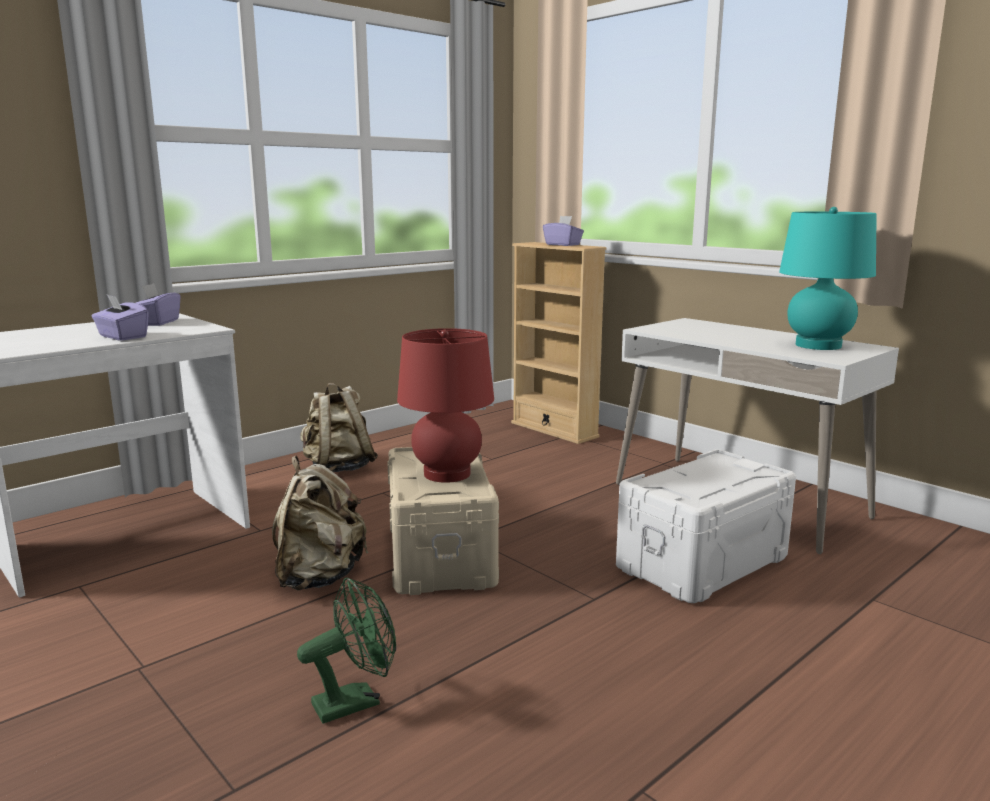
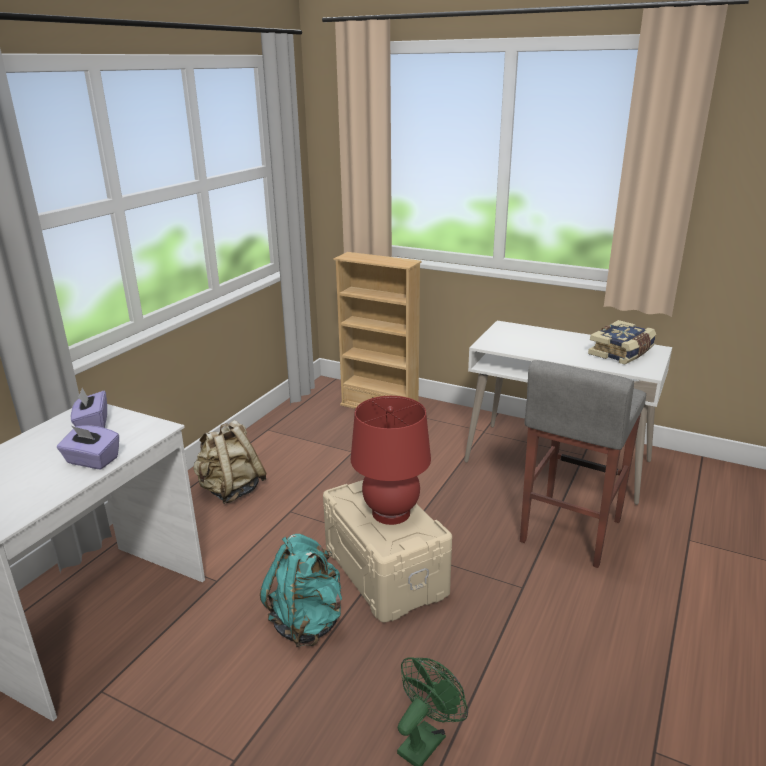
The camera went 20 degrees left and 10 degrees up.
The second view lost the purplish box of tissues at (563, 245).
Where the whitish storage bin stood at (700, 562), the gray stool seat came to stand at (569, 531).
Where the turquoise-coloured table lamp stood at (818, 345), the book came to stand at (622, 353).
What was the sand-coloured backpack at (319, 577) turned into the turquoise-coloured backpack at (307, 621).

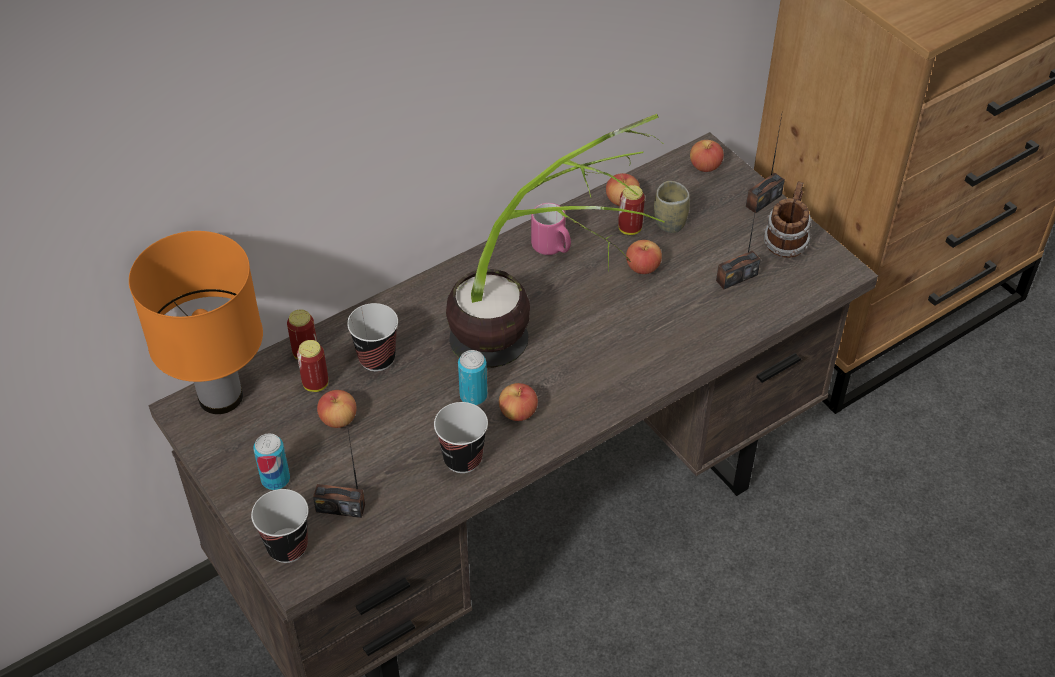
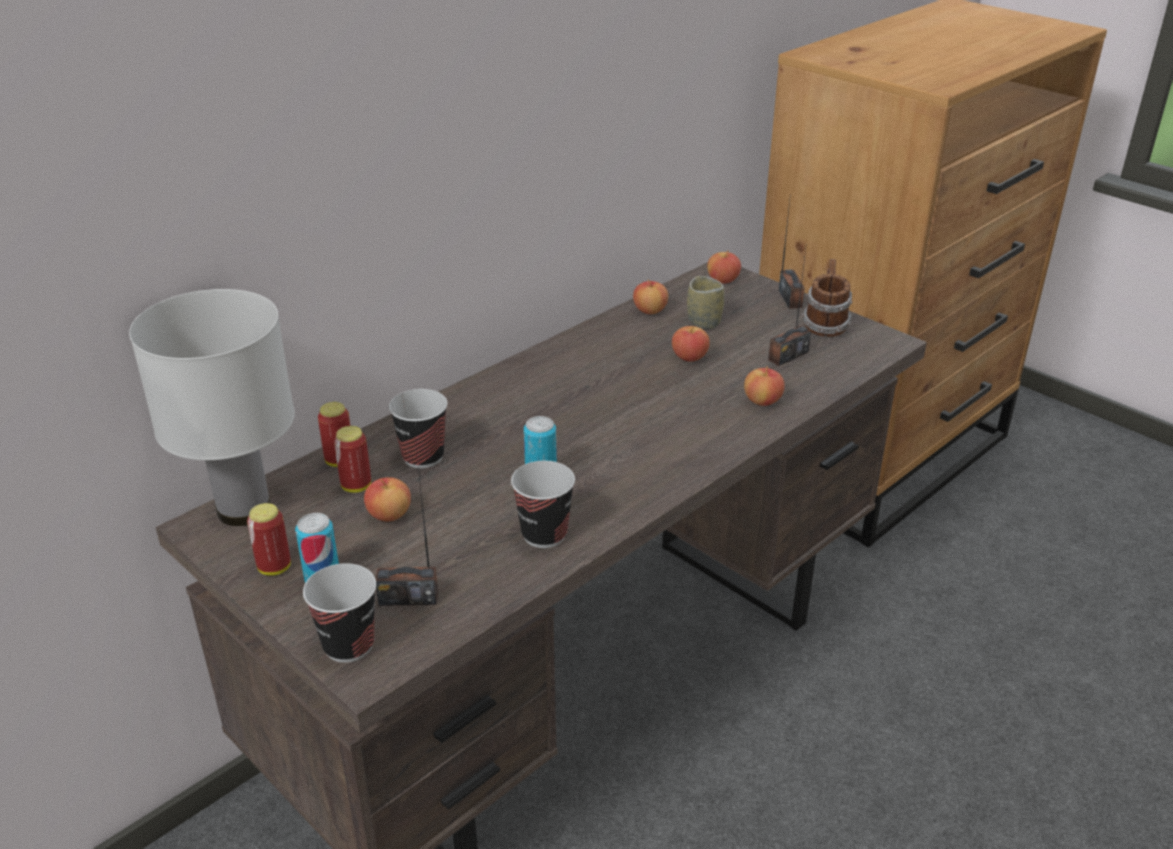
The camera went 10 degrees left and 15 degrees down.
The second view lost the potted plant at (537, 336).
The second view lost the pinkish coffee mug at (552, 248).
The apple fruit ended up elsewhere, having gone from (518, 412) to (762, 401).
The sealed can ended up elsewhere, having gone from (629, 229) to (274, 568).
What was the orange-coloured table lamp at (221, 396) turned into the whitish table lamp at (245, 508).
The radio set at (763, 200) ended up facing another way, 45 degrees counterclockwise from before.

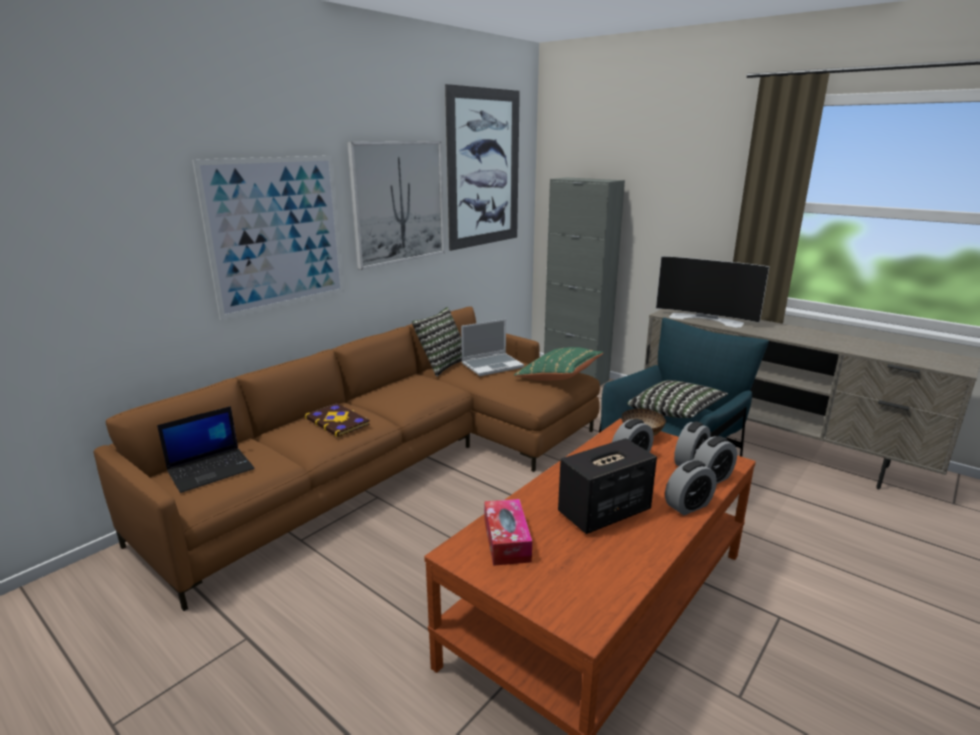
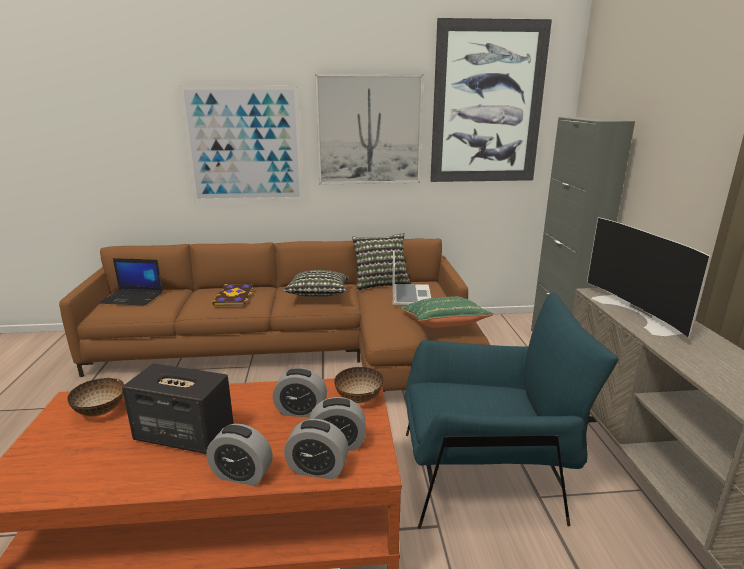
The camera went 45 degrees right and 0 degrees up.
The pillow ended up elsewhere, having gone from (675, 413) to (318, 296).
Where the box of tissues stood at (506, 540), the deep dish came to stand at (101, 411).
The laptop at (492, 365) ended up facing another way, 105 degrees counterclockwise from before.

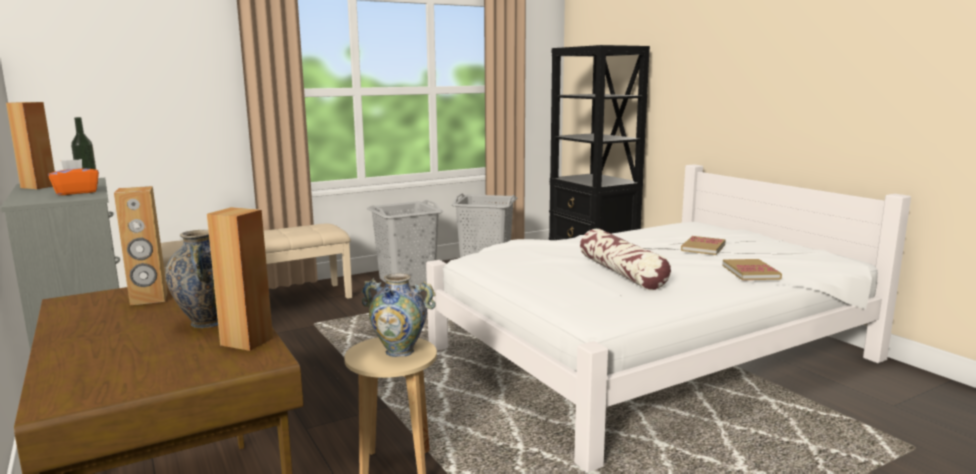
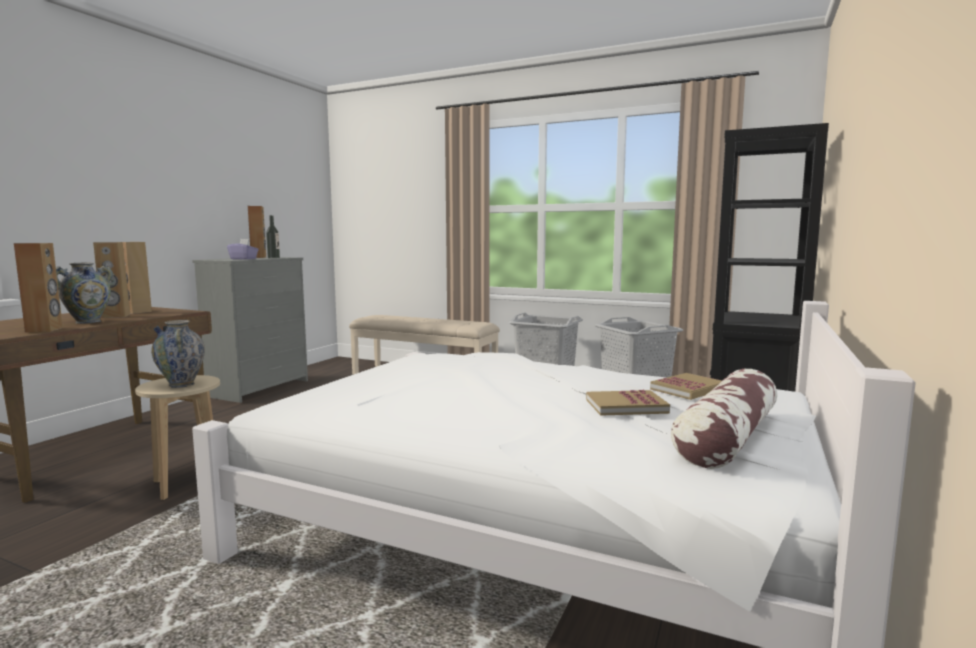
The camera went 55 degrees right and 5 degrees down.
The second view gained the brown audio speaker at (116, 316).
The pillow ended up elsewhere, having gone from (621, 273) to (727, 438).
The book ended up elsewhere, having gone from (750, 272) to (688, 389).
What was the orange-coloured box of tissues at (76, 192) turned into the purplish box of tissues at (243, 259).

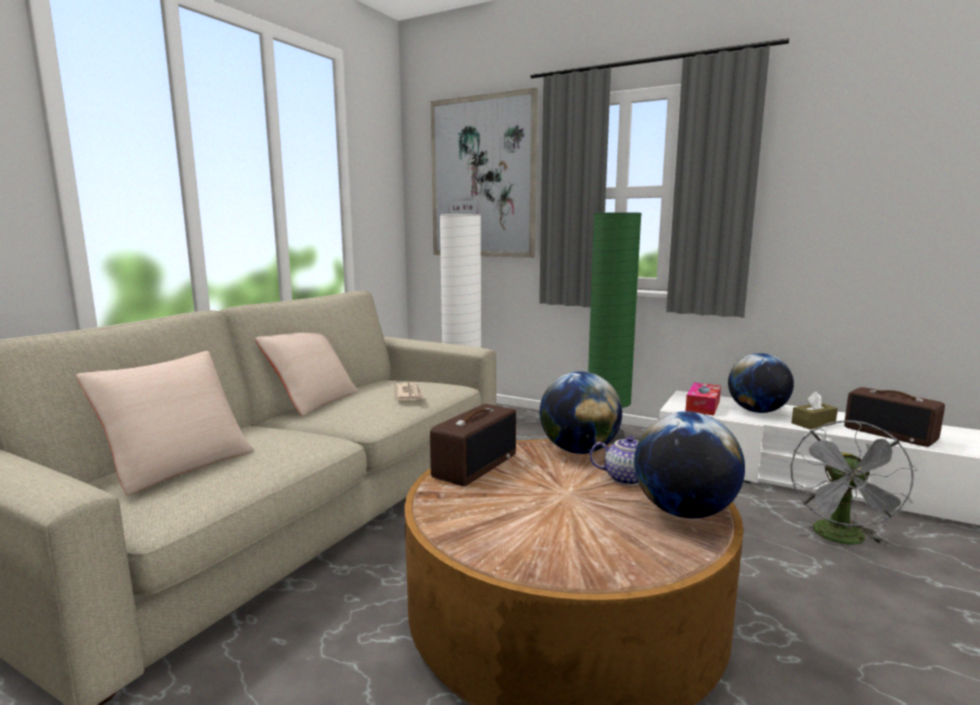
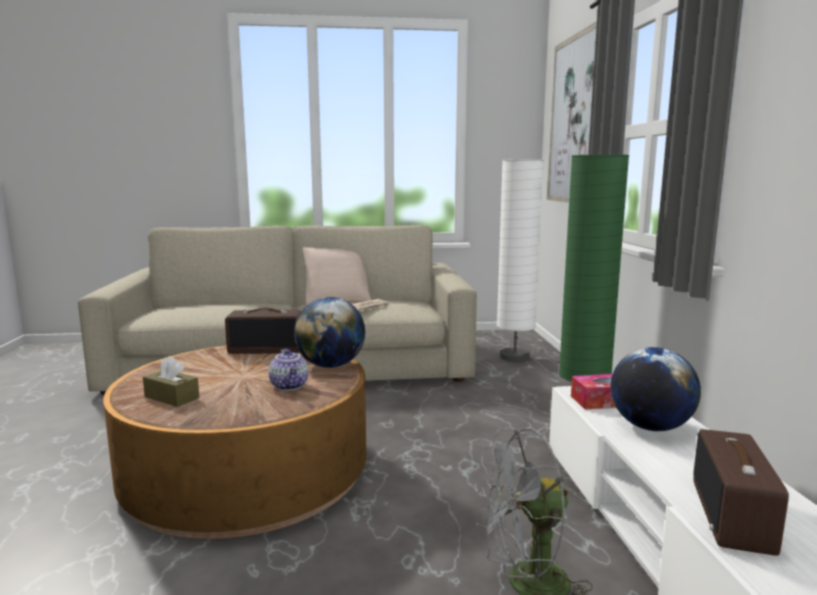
The camera went 55 degrees right and 0 degrees up.
The second view lost the sand-coloured pillow at (177, 463).
The second view lost the globe at (684, 512).
The brown box of tissues ended up elsewhere, having gone from (813, 423) to (172, 397).

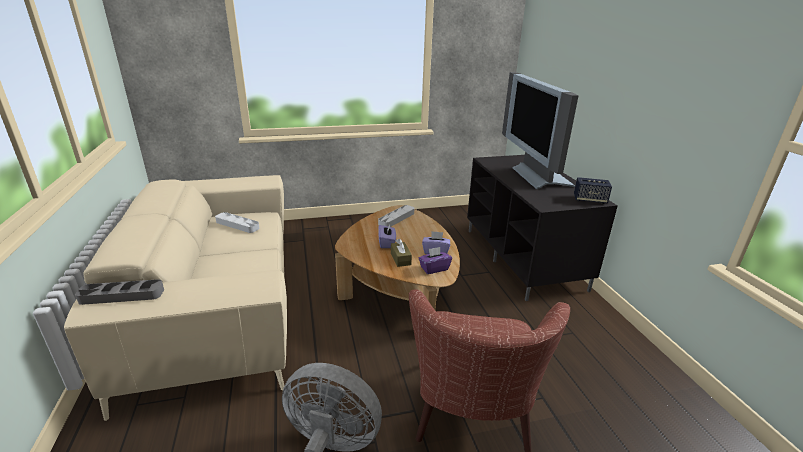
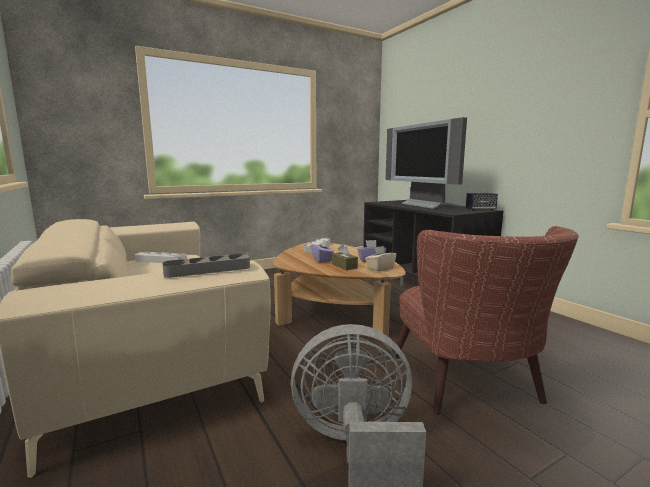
The camera went 15 degrees left and 15 degrees down.
The gray serving tray ended up elsewhere, having gone from (122, 295) to (208, 270).
What was the purplish box of tissues at (434, 268) turned into the sand-coloured box of tissues at (380, 268).

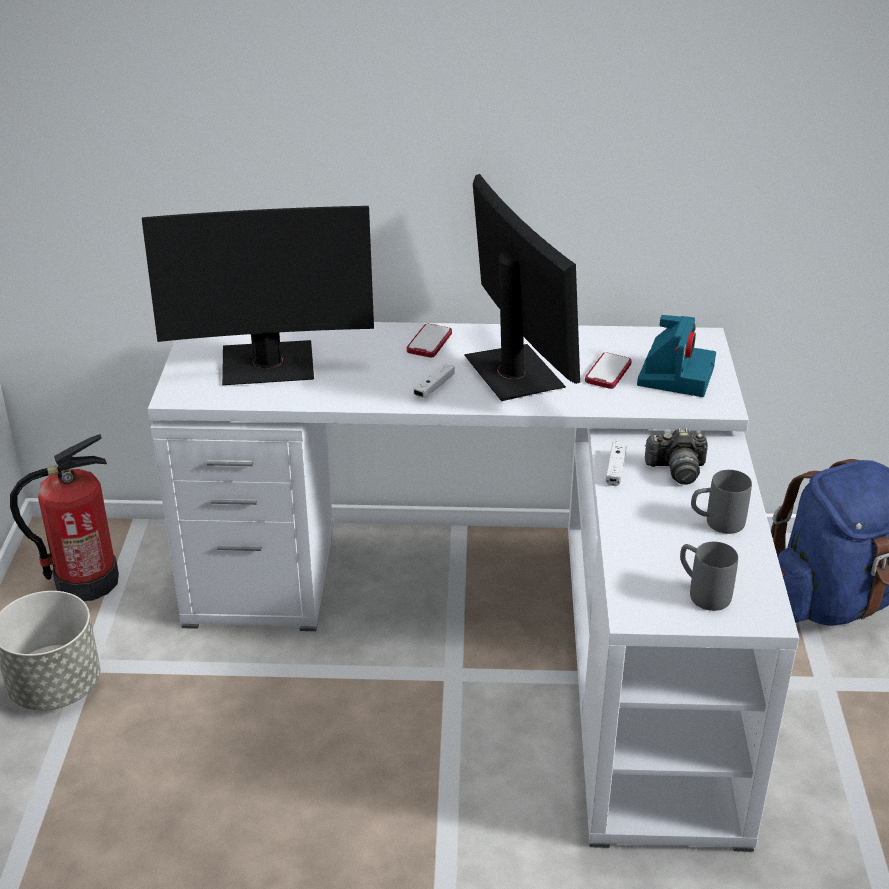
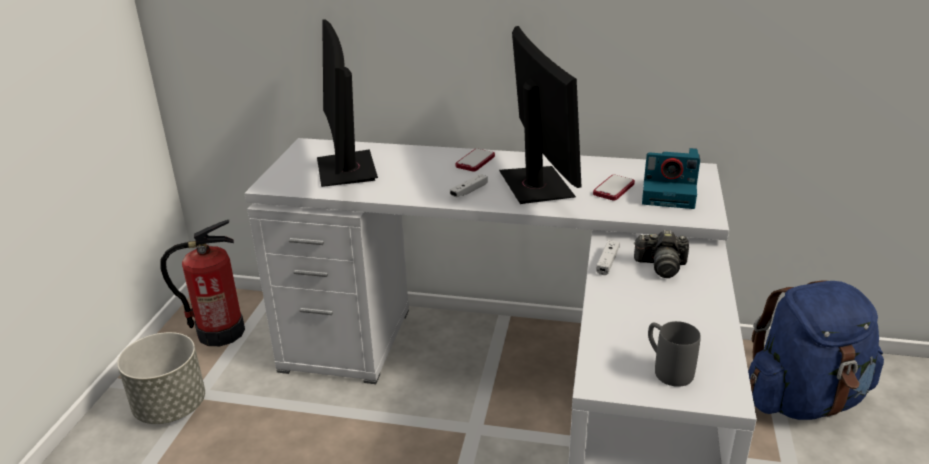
The camera went 10 degrees right and 5 degrees down.
The second view lost the gray coffee mug at (716, 523).
The monitor at (268, 365) ended up facing another way, 75 degrees clockwise from before.
The still camera at (675, 375) ended up facing another way, 75 degrees clockwise from before.

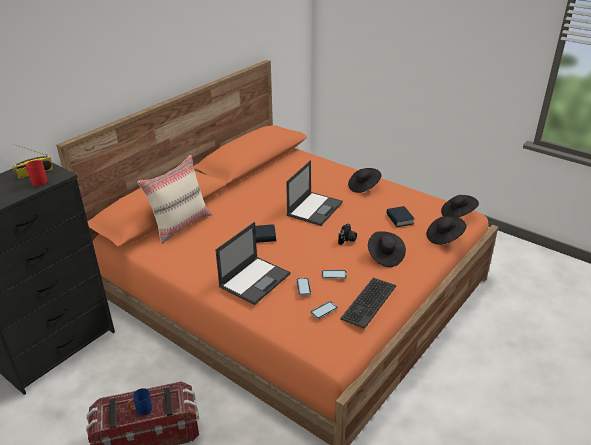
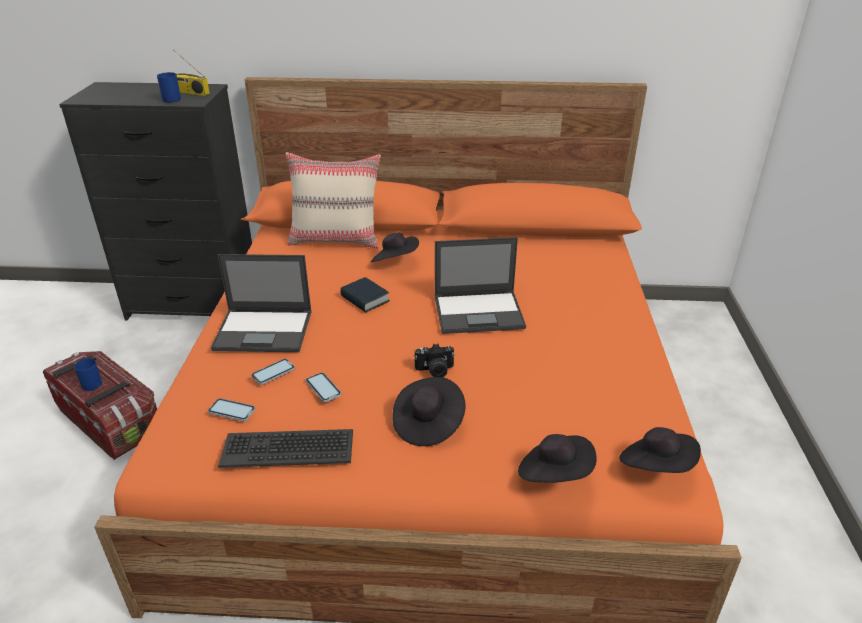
The camera went 55 degrees right and 0 degrees up.
The second view lost the book at (399, 219).
The black-coloured clothing hat ended up elsewhere, having gone from (364, 187) to (395, 261).
What was the red-coloured coffee mug at (37, 181) turned into the blue coffee mug at (172, 98).

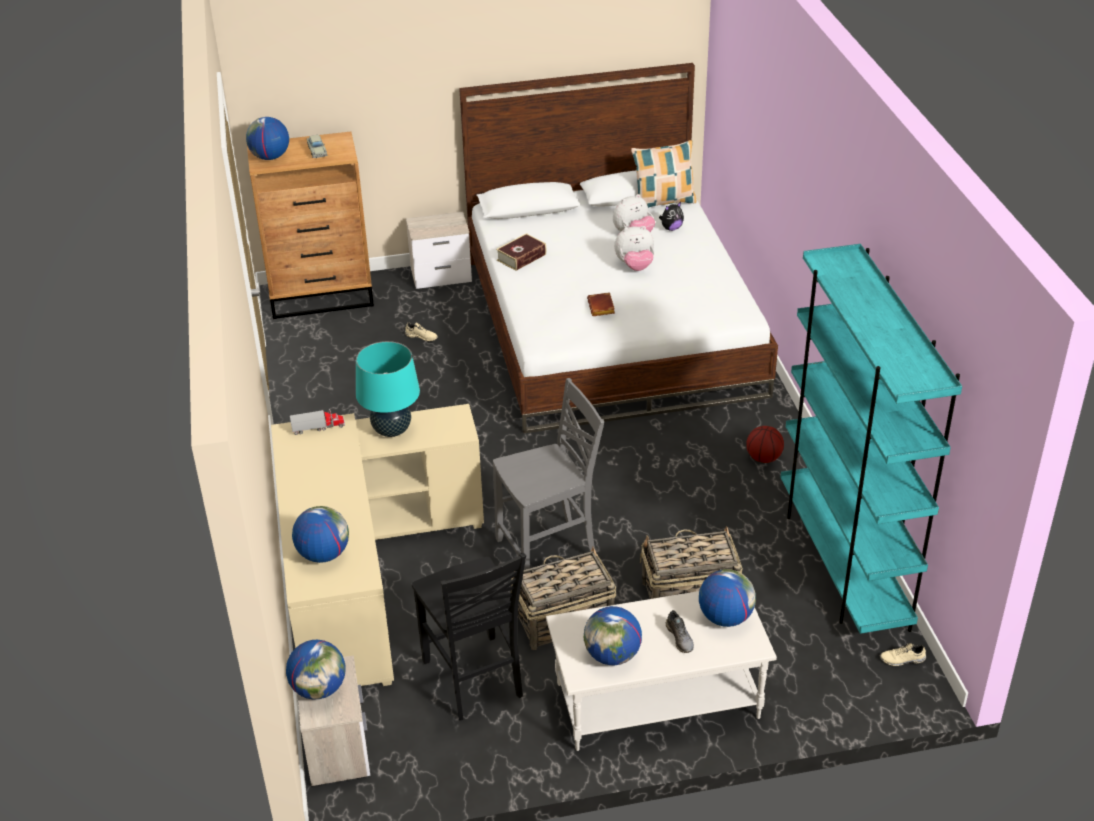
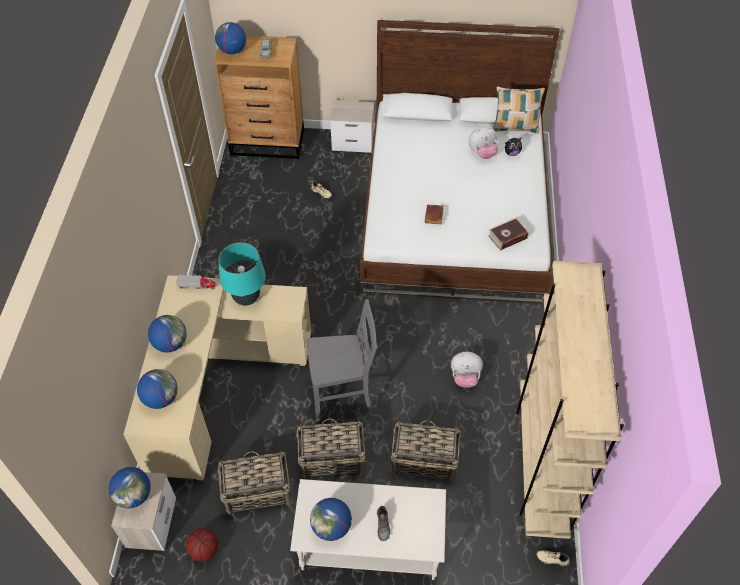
The camera went 15 degrees right and 15 degrees up.
The book ended up elsewhere, having gone from (521, 257) to (507, 237).
The soft toy ended up elsewhere, having gone from (635, 266) to (465, 377).
The globe ended up elsewhere, having gone from (725, 617) to (170, 343).
The ball for basketball ended up elsewhere, having gone from (764, 458) to (204, 550).
Where the black-coloured upright chair stood at (474, 680), the storage basket came to stand at (256, 492).
What was the turquoise-coloured shelving unit at (843, 564) turned into the sand-coloured shelving unit at (541, 464).

